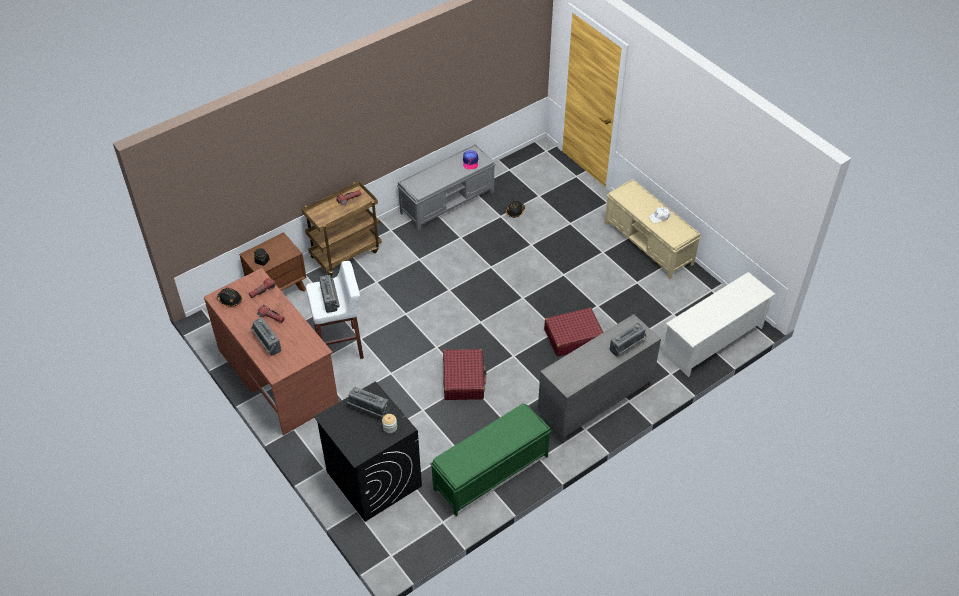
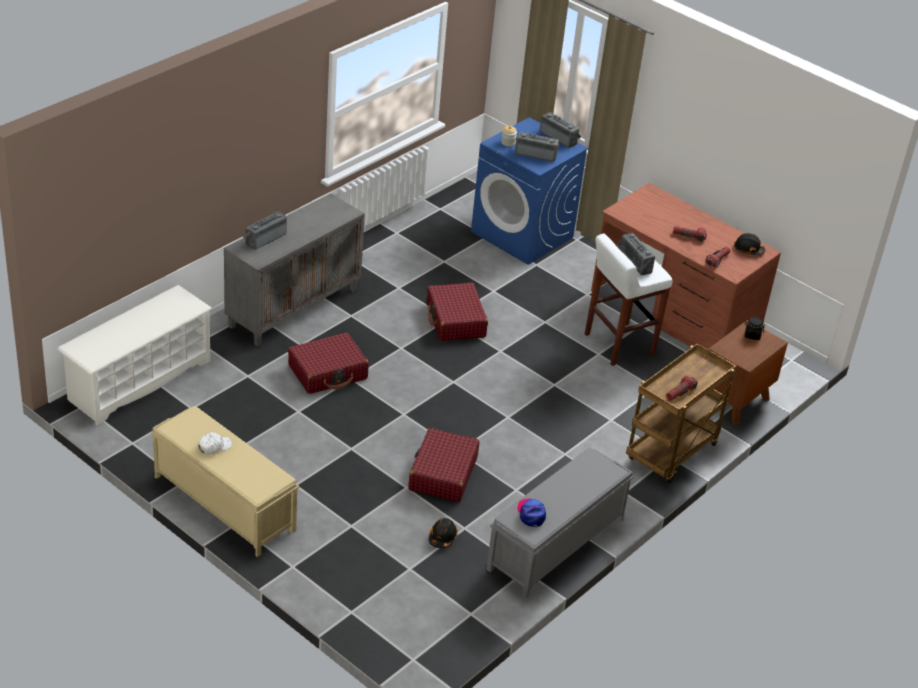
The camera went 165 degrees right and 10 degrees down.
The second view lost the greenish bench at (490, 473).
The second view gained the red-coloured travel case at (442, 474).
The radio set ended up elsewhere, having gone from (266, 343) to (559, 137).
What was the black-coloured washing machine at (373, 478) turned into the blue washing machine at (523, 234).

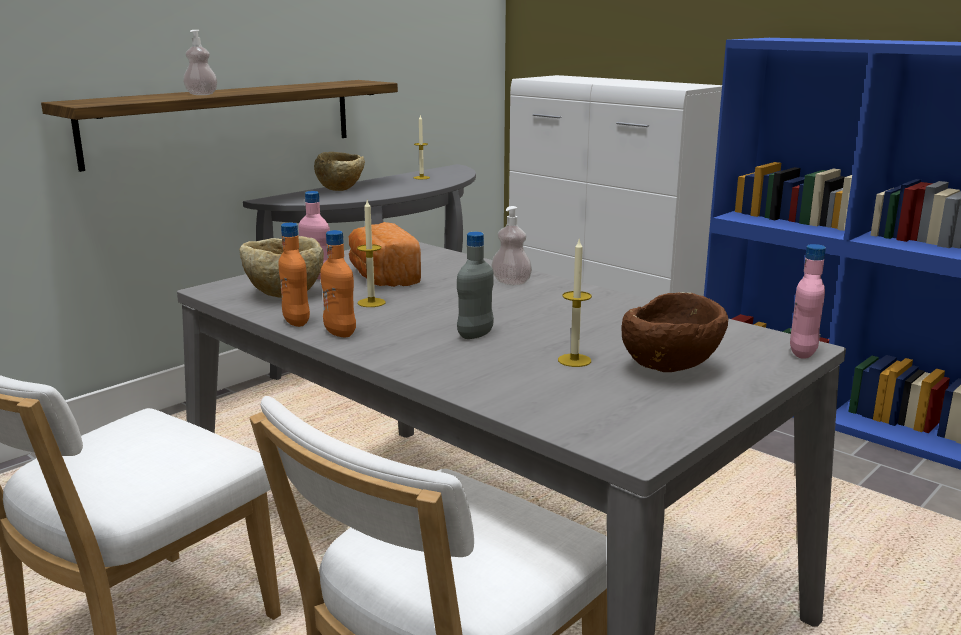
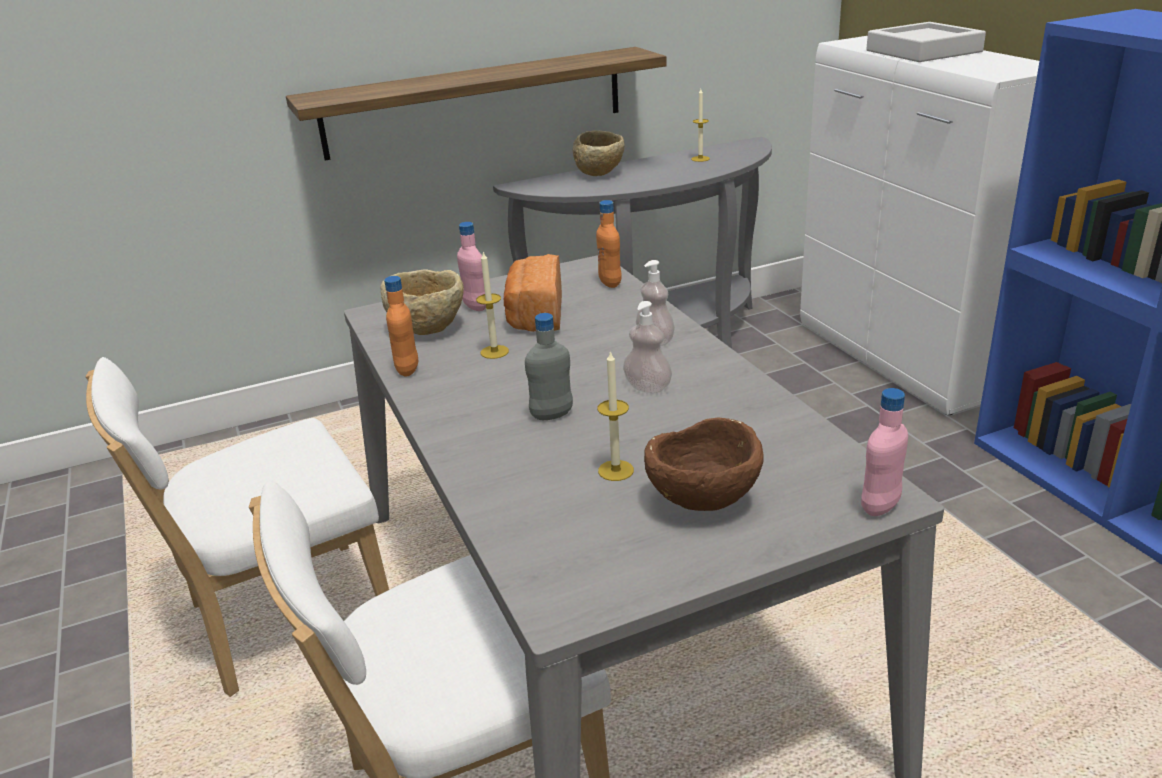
The camera went 25 degrees right and 10 degrees up.
The second view gained the gray serving tray at (923, 51).
The soap dispenser ended up elsewhere, having gone from (201, 94) to (647, 387).
The orange-coloured drink bottle ended up elsewhere, having gone from (340, 333) to (610, 283).

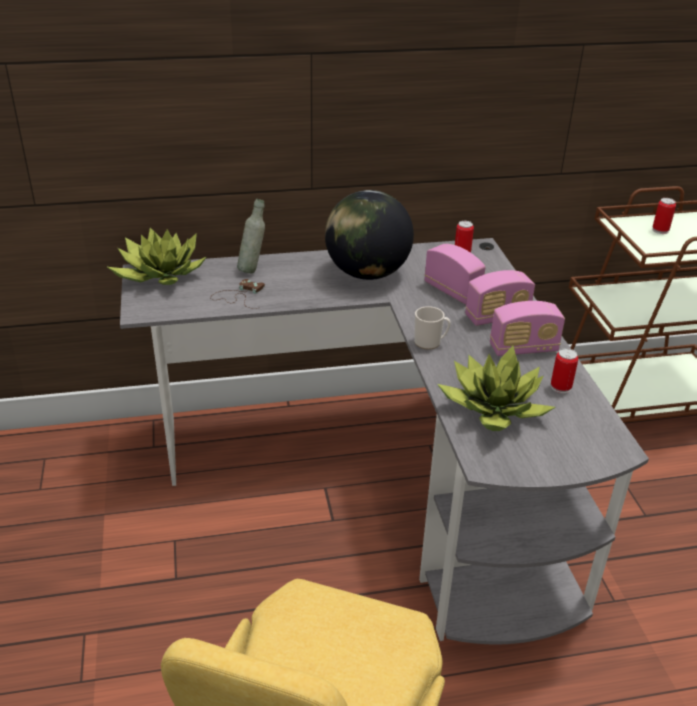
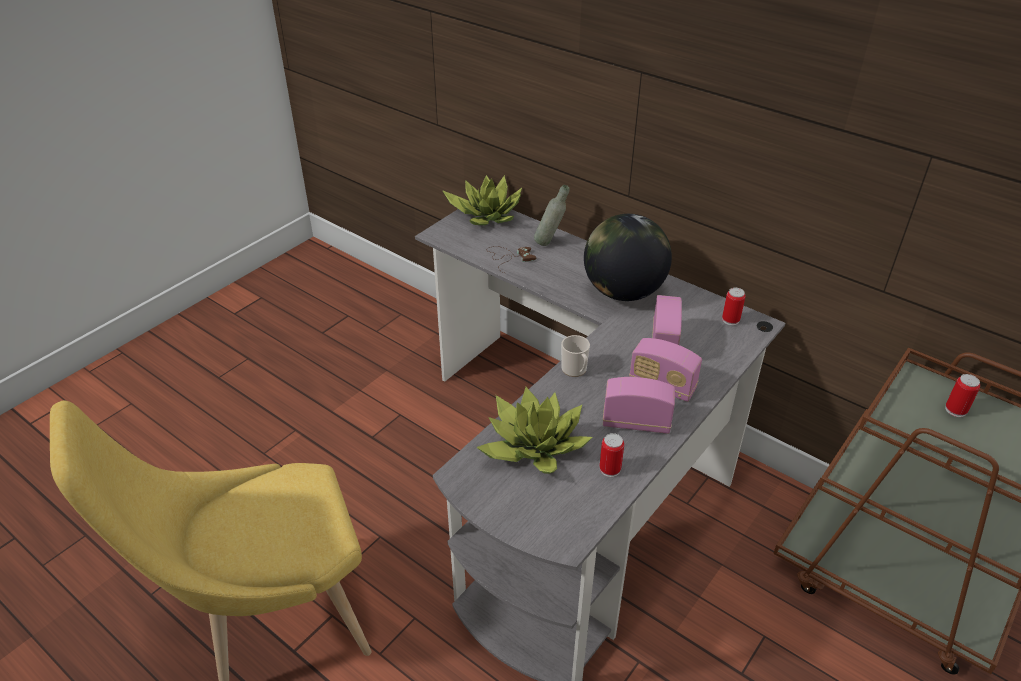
The camera went 50 degrees right and 5 degrees up.
The radio set at (523, 349) ended up facing another way, 150 degrees clockwise from before.

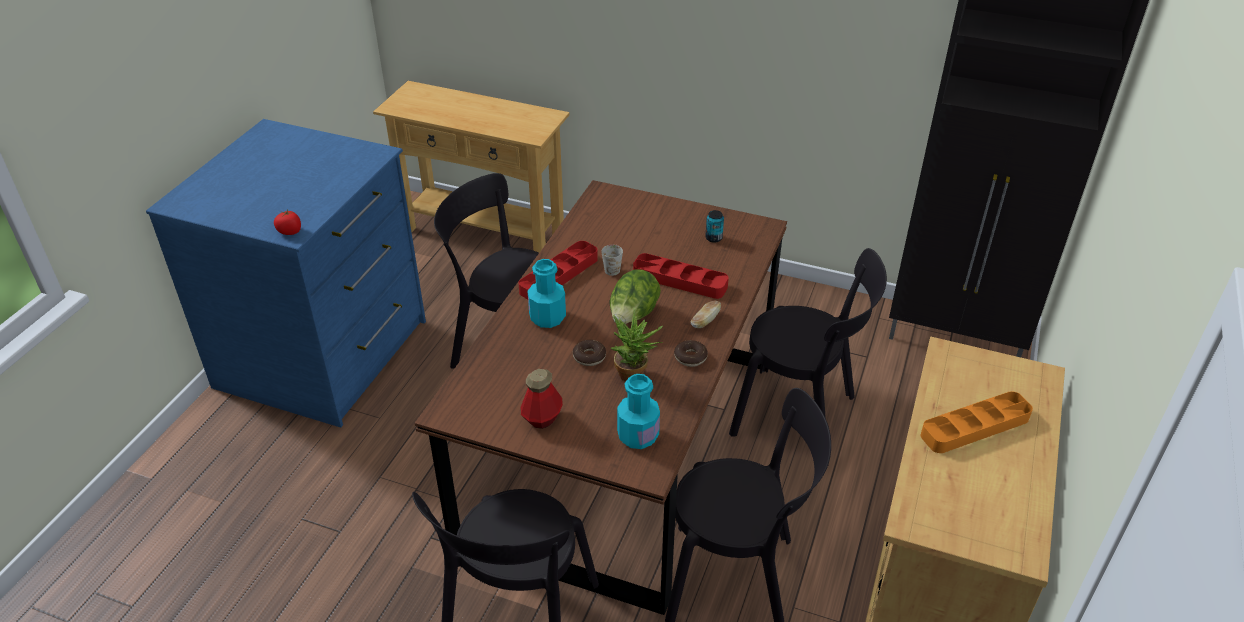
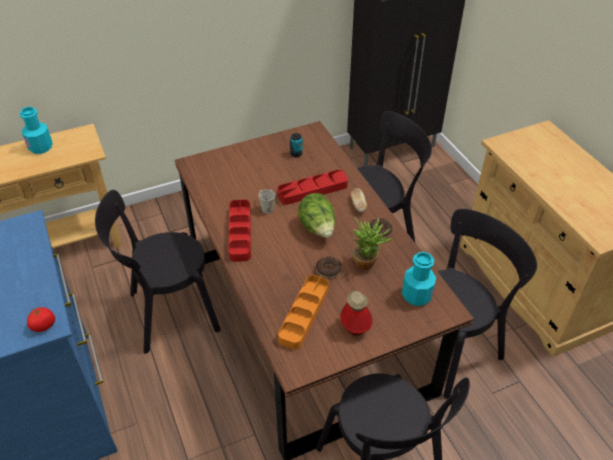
The camera went 45 degrees left and 5 degrees up.
The turquoise-coloured drink bottle ended up elsewhere, having gone from (547, 317) to (41, 147).
The orange-coloured serving tray ended up elsewhere, having gone from (975, 427) to (304, 314).

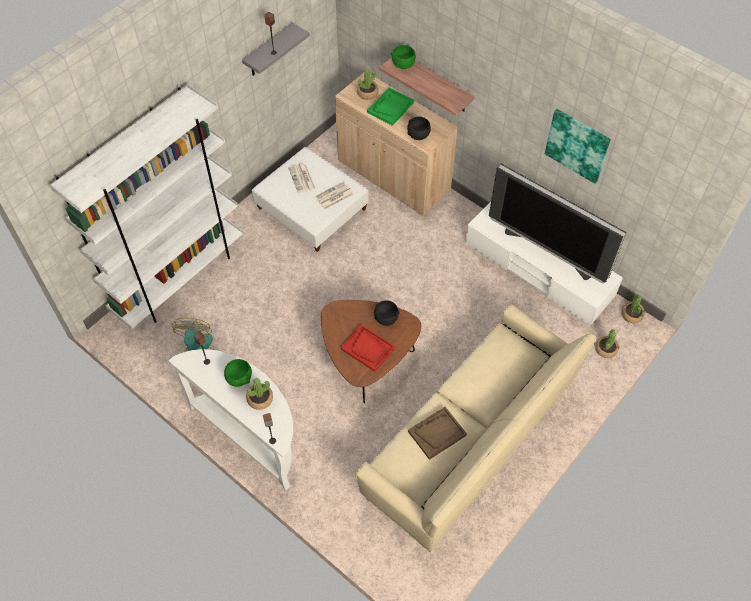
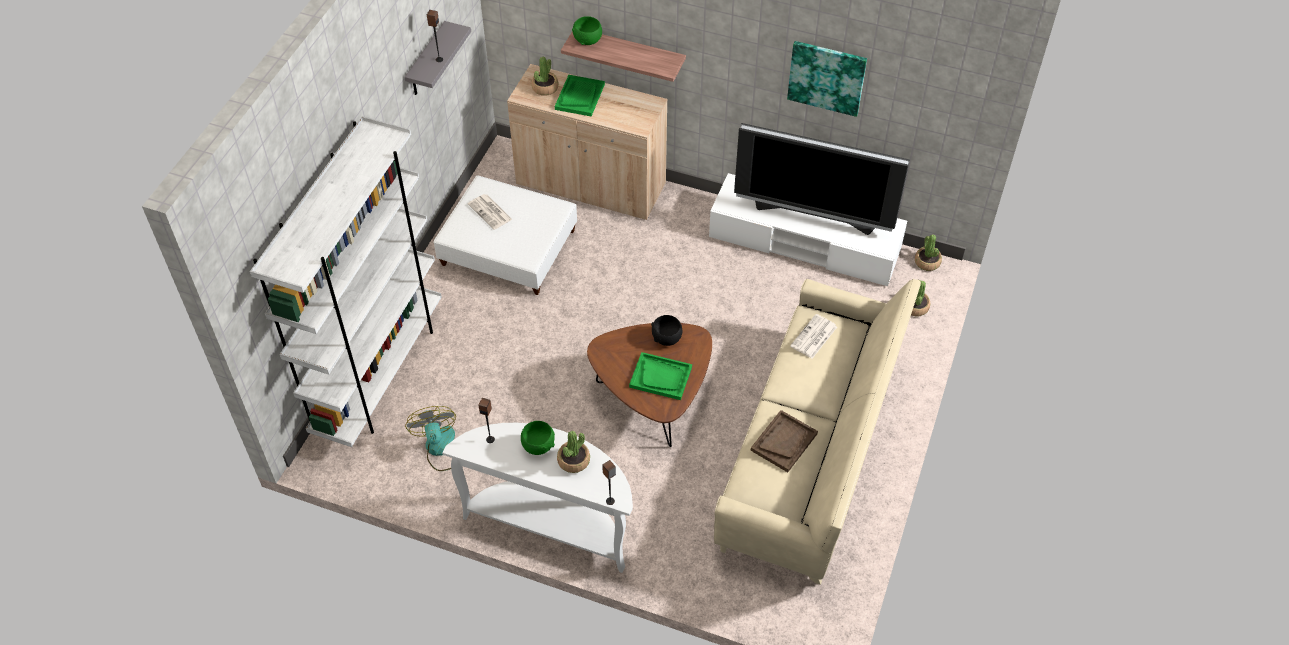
The camera went 20 degrees left and 5 degrees down.
The second view lost the black-coloured deep dish at (418, 135).
The printed paper ended up elsewhere, having gone from (334, 196) to (813, 337).
What was the red-coloured serving tray at (368, 348) turned into the greenish serving tray at (661, 377).

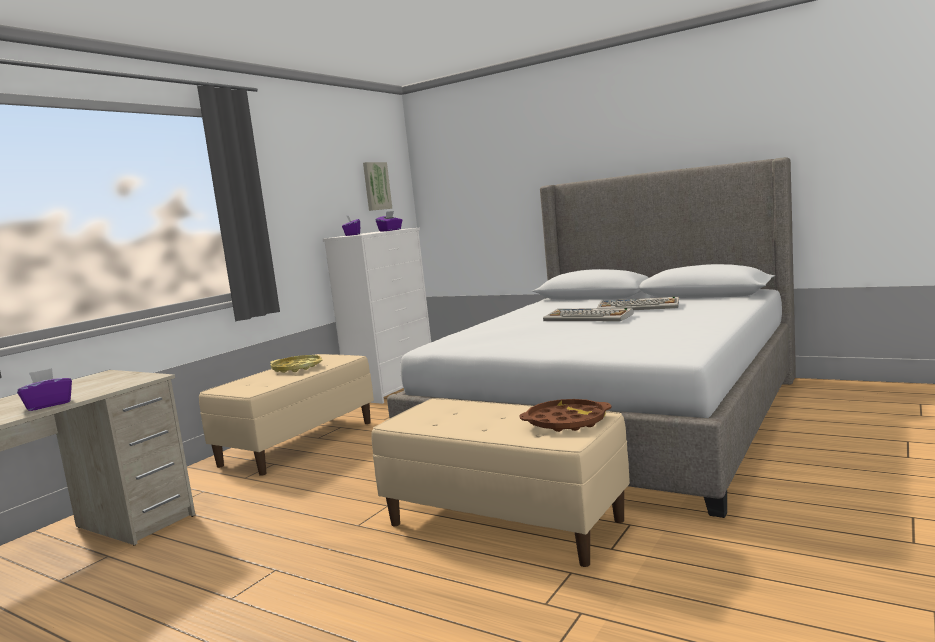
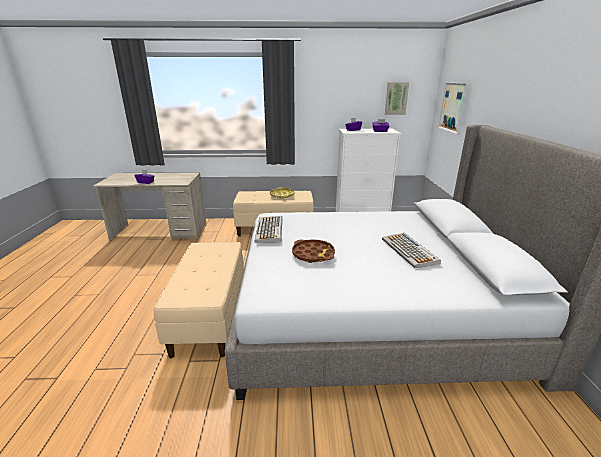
The camera went 55 degrees right and 15 degrees up.
The second view gained the picture at (454, 107).
The brown serving tray ended up elsewhere, having gone from (566, 422) to (313, 254).
The keyboard ended up elsewhere, having gone from (588, 317) to (270, 230).

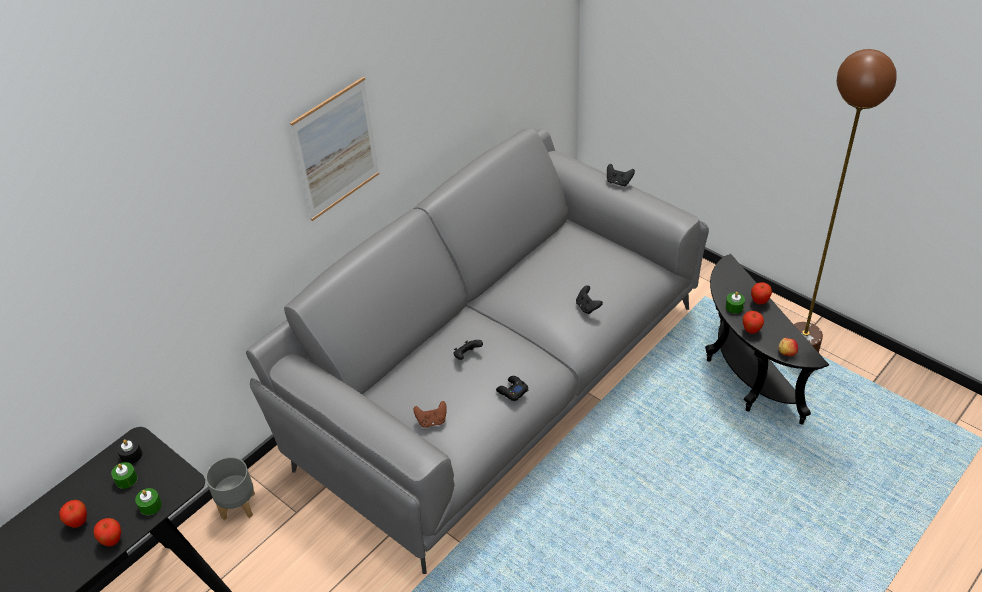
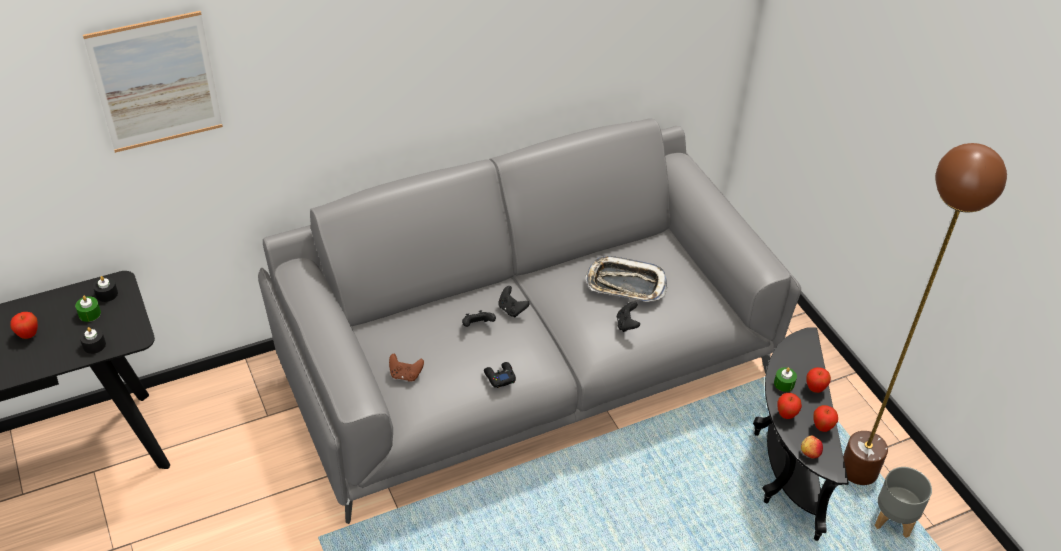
The camera went 20 degrees right and 0 degrees up.
The second view gained the serving tray at (625, 284).
The apple fruit ended up elsewhere, having gone from (112, 541) to (822, 427).
The gray flower pot ended up elsewhere, having gone from (238, 505) to (893, 519).
The picture ended up elsewhere, having gone from (336, 149) to (156, 82).
The black-coloured game controller ended up elsewhere, having gone from (618, 182) to (511, 309).
What was the greenish wax light at (150, 505) turned into the black-coloured wax light at (94, 345).

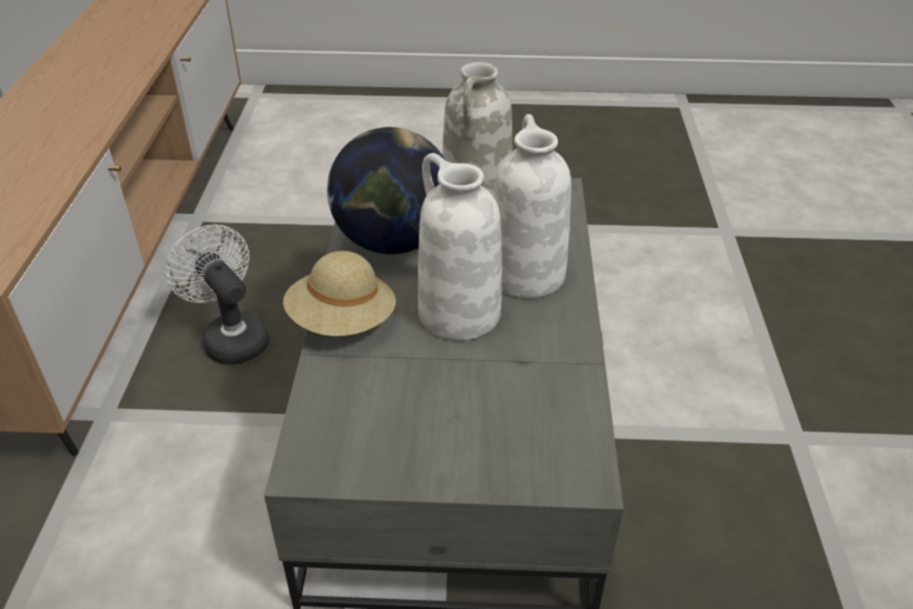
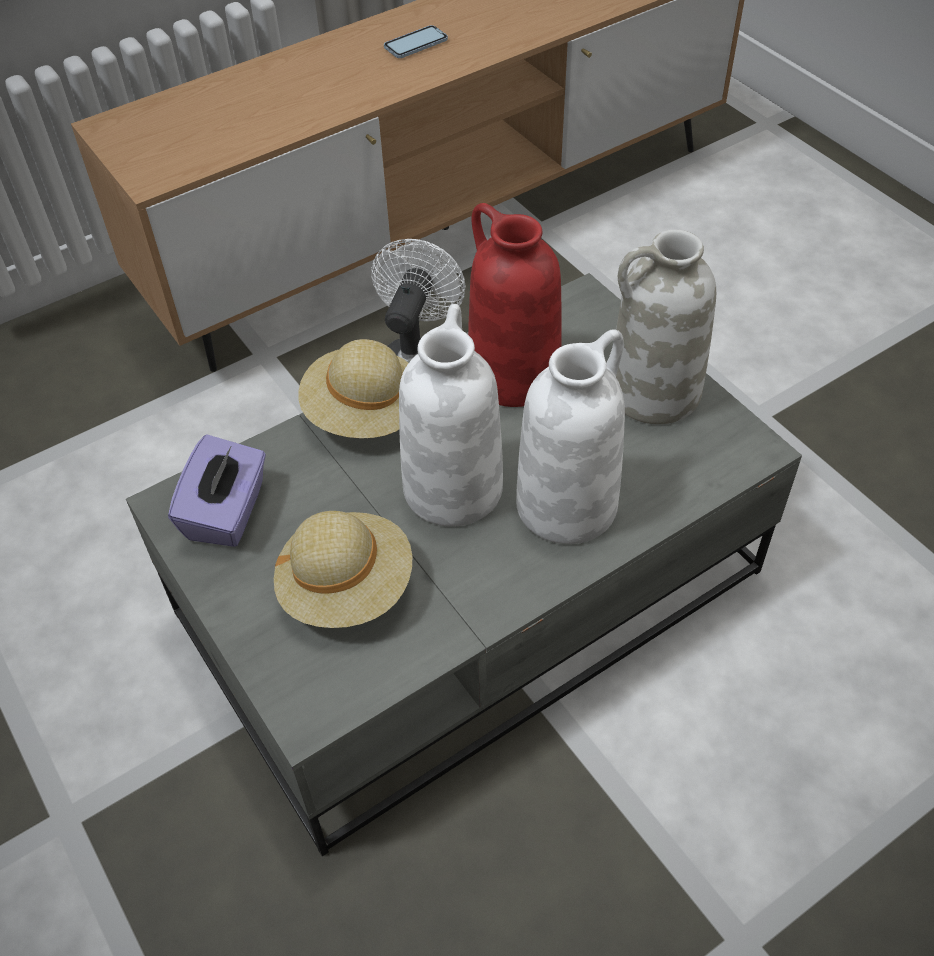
The camera went 55 degrees right and 10 degrees up.
The second view gained the purplish box of tissues at (227, 512).
The second view gained the sand-coloured clothing hat at (347, 587).
The second view gained the phone at (416, 44).
Where the globe stood at (393, 242), the red-coloured flower vase came to stand at (512, 374).

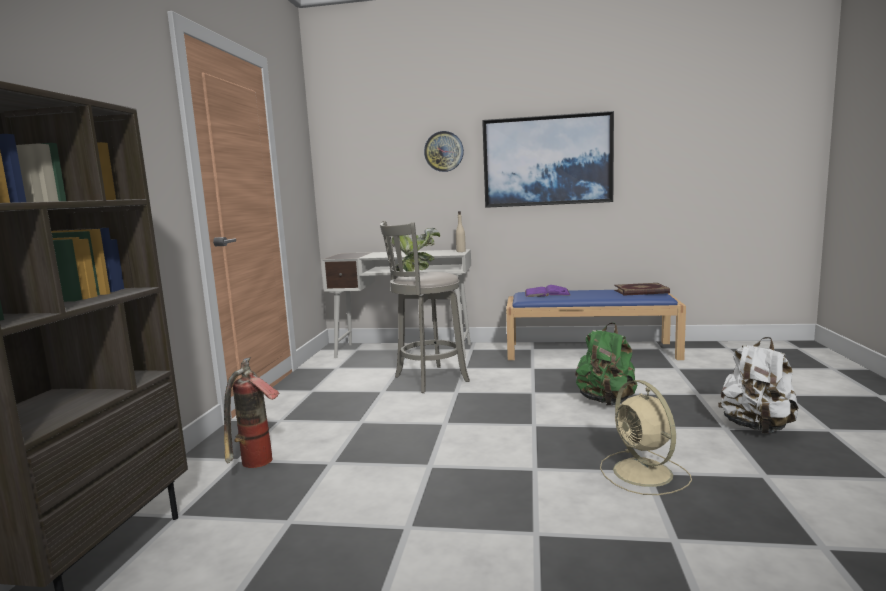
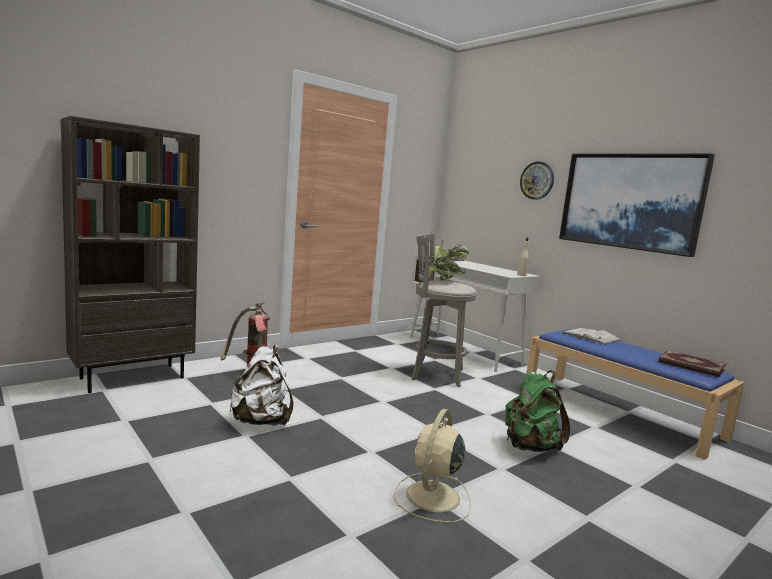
The camera went 40 degrees right and 0 degrees up.
The whitish backpack ended up elsewhere, having gone from (756, 427) to (261, 421).
What was the purplish book at (547, 293) turned into the whitish book at (590, 336).

